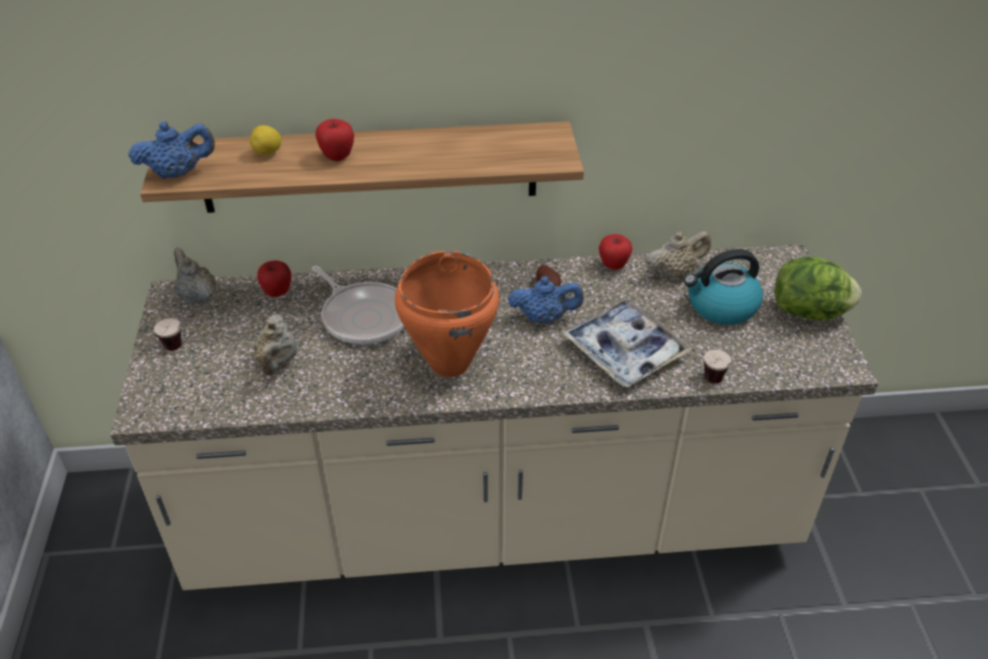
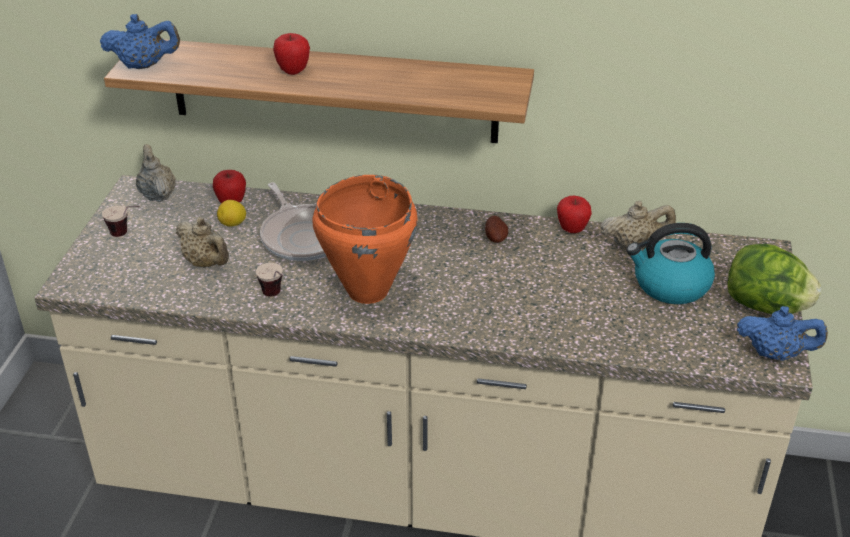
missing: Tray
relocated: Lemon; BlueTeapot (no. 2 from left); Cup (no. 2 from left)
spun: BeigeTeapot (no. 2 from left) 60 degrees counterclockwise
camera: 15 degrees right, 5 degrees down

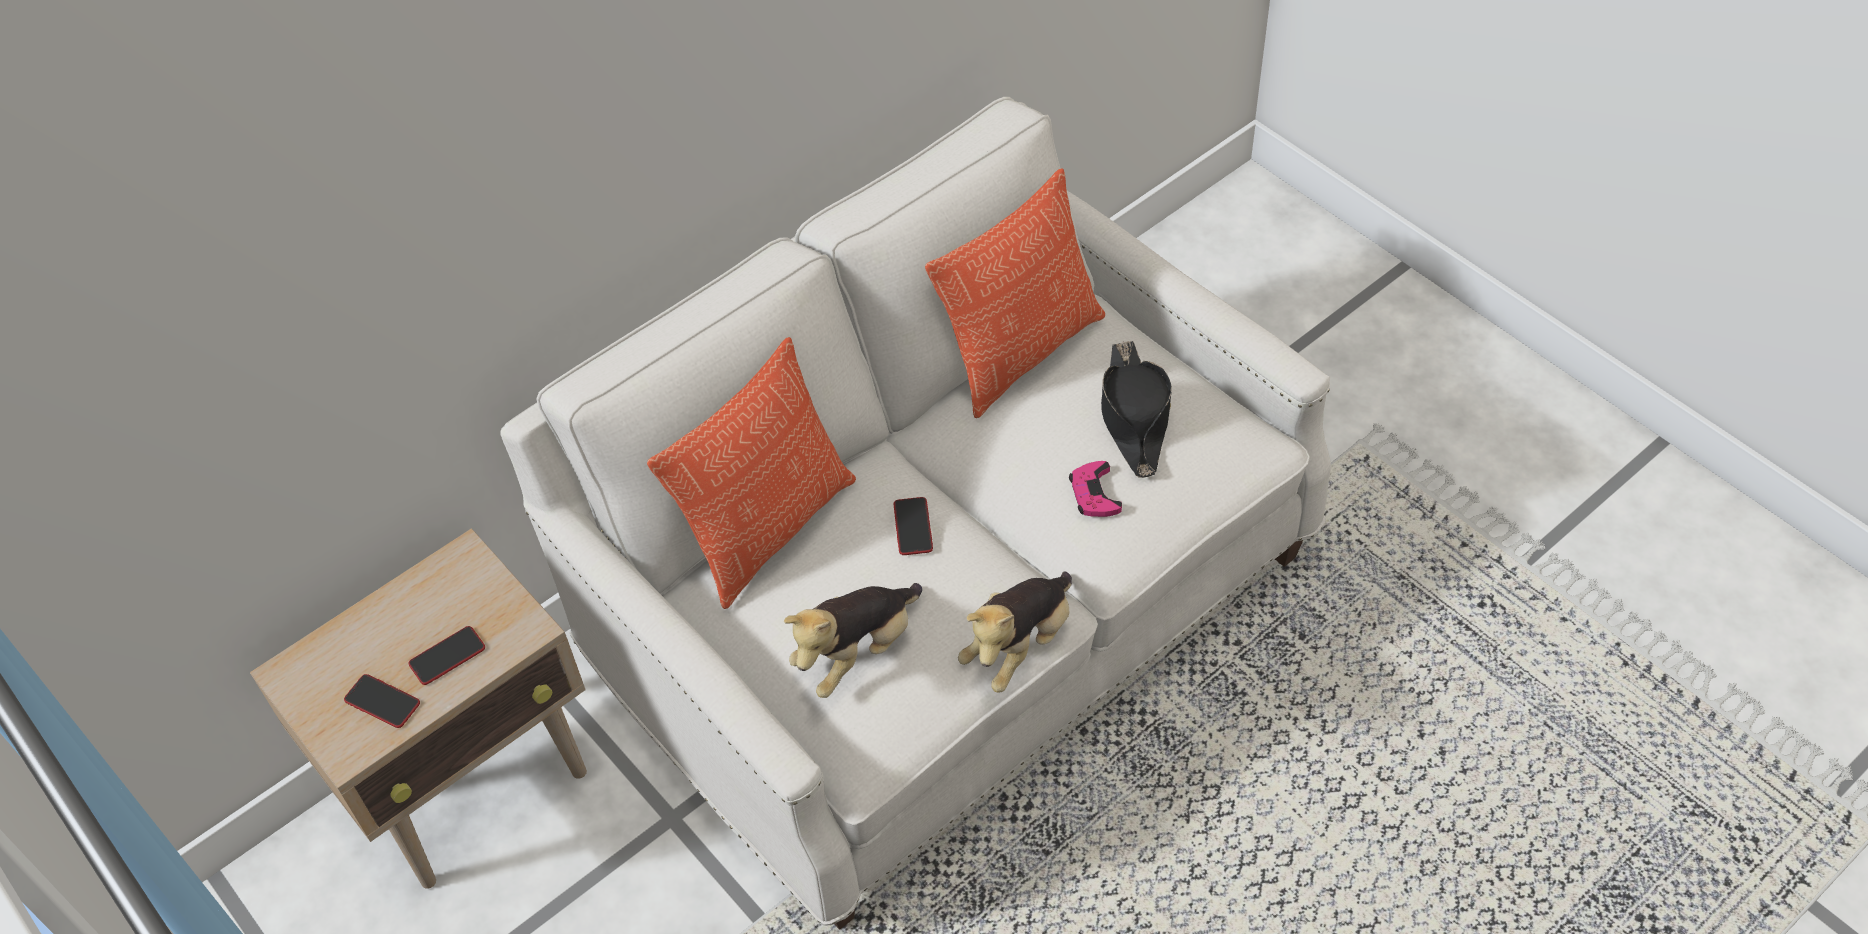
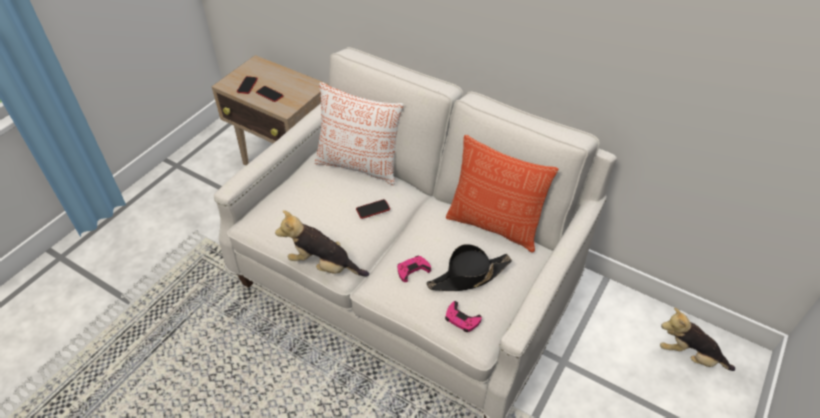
appeared: PinkGameController (no. 2 from left)
relocated: PlushToy (no. 1 from left in the first image) to PlushToy (no. 2 from left)
colour: OrangePillow (no. 1 from left) to WhitePillow
camera: 70 degrees right, 5 degrees down

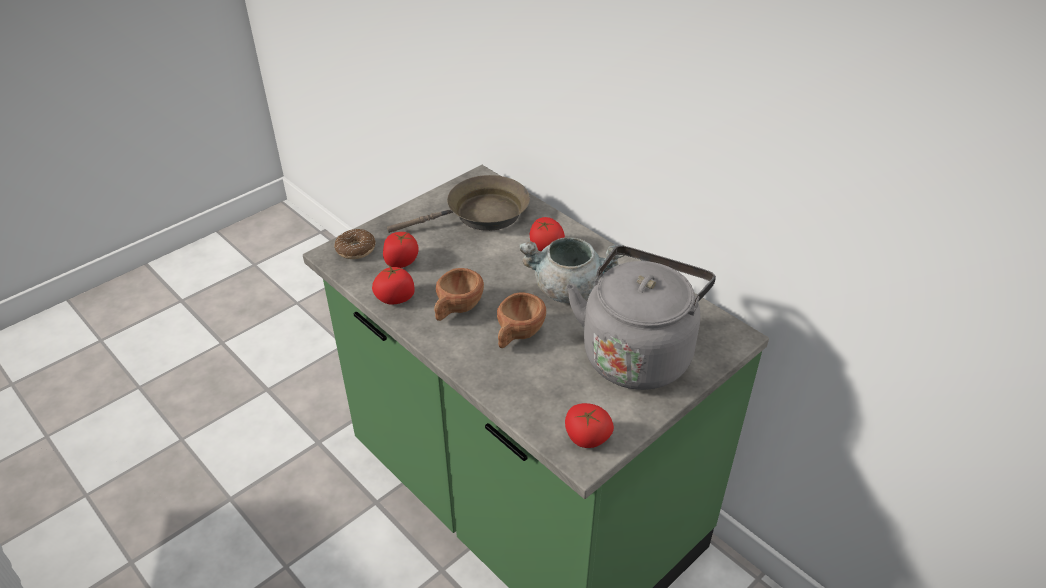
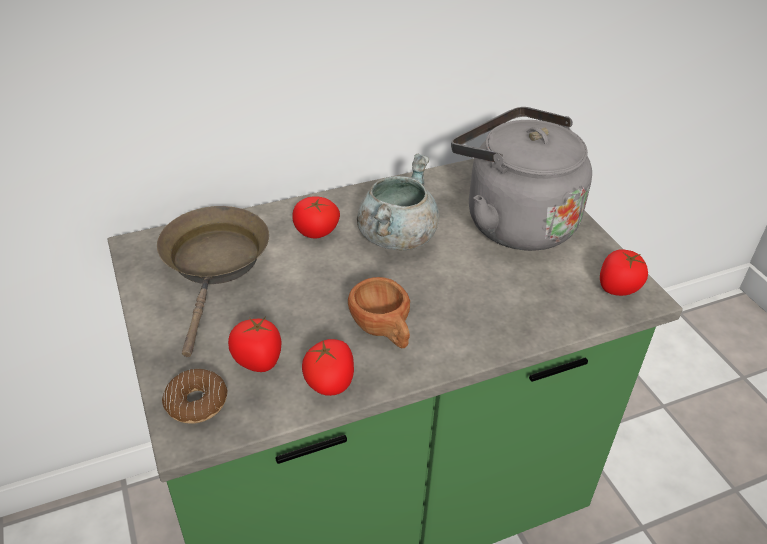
missing: BrownCup (no. 2 from left)
camera: 70 degrees left, 0 degrees up

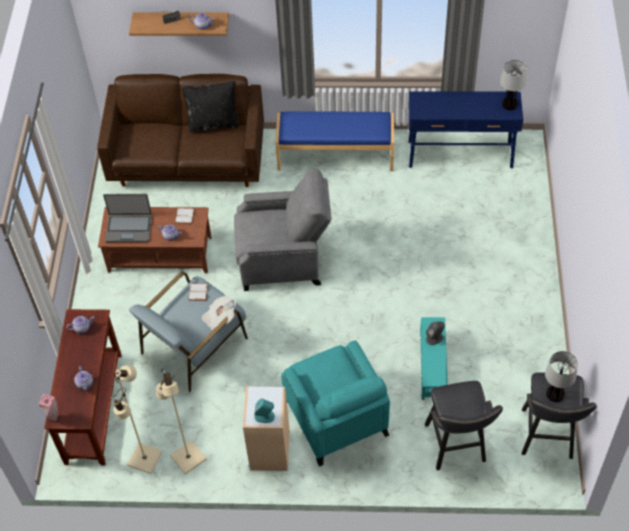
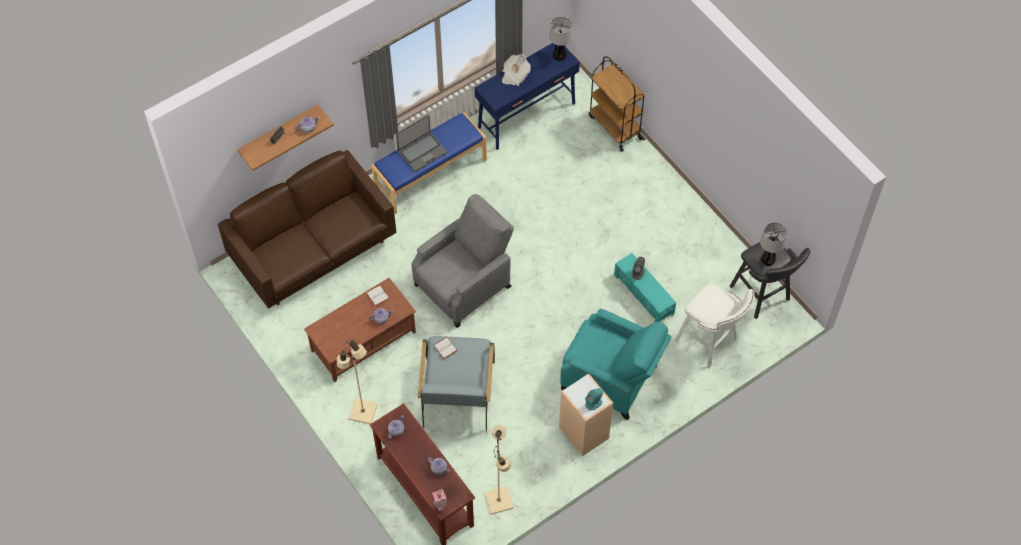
missing: BlackPillow
appeared: BrownCart
relocated: Laptop; BeigeFloorLamp (no. 2 from left in the first image) to BeigeFloorLamp (no. 1 from left); Newspaper
colour: BlackStool (no. 1 from left) to WhiteStool
camera: 40 degrees left, 5 degrees up

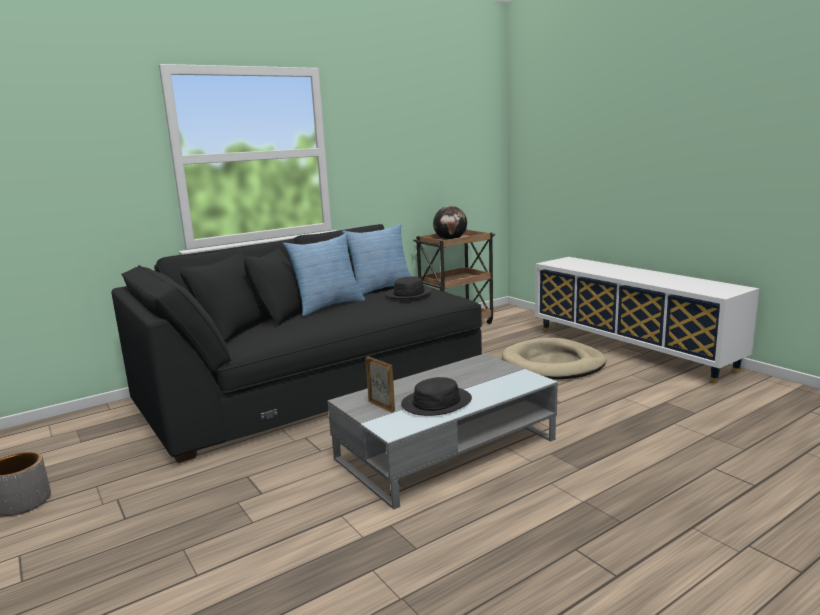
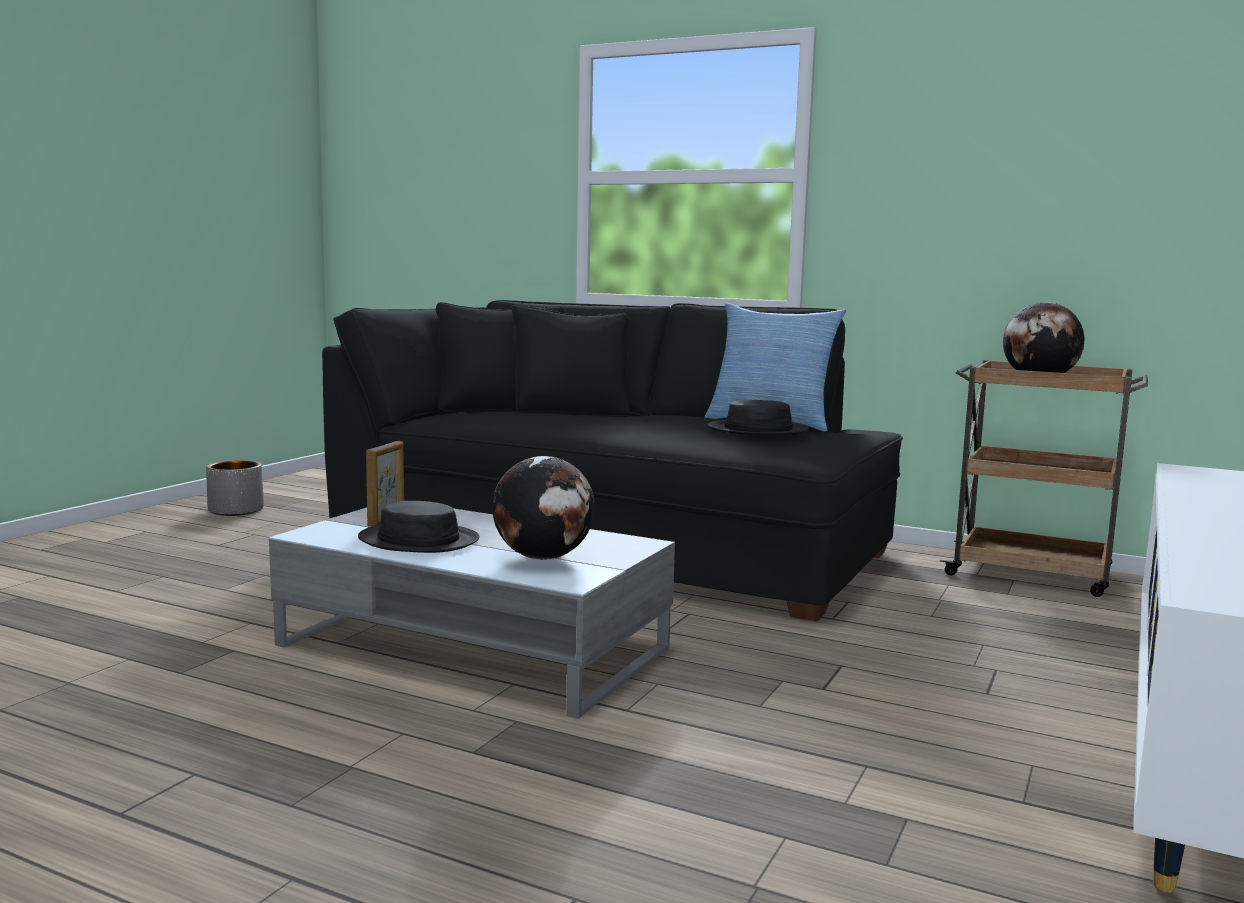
missing: Pillow (no. 1 from left); BeigeDogBed
appeared: Globe (no. 1 from left)
camera: 60 degrees right, 5 degrees down

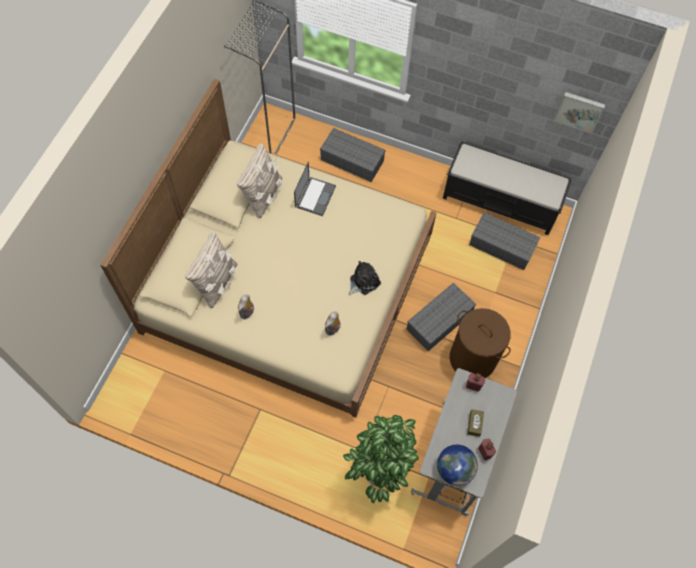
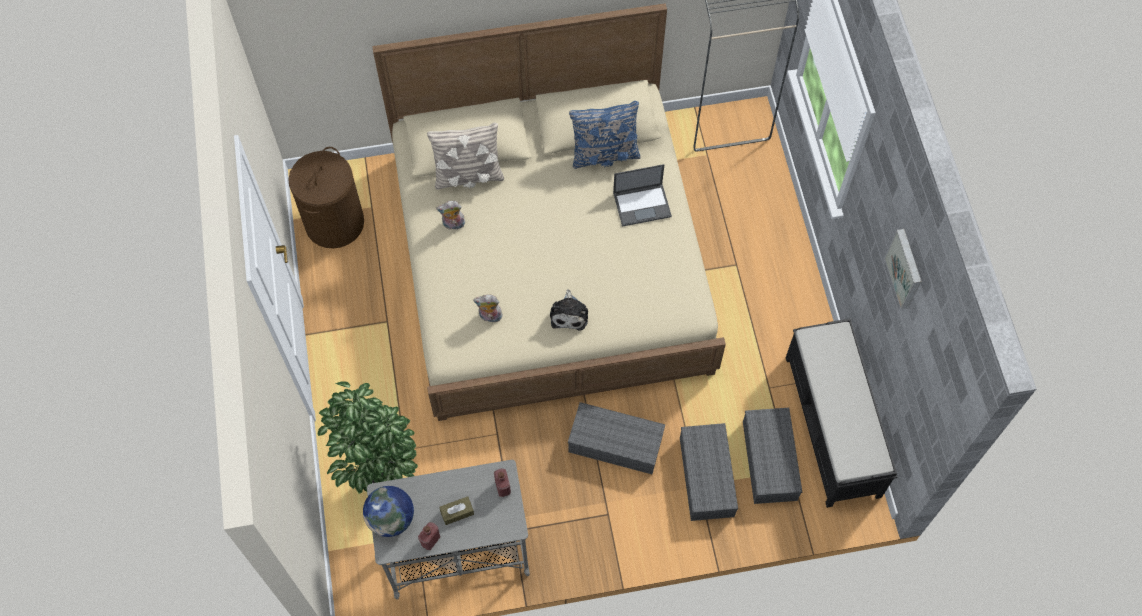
relocated: GreyStorageBox (no. 1 from left in the first image) to GreyStorageBox (no. 2 from left); BrownLaundryBasket; Picture
colour: BeigePillow (no. 2 from left) to BluePillow
spun: PlushToy (no. 3 from left) 75 degrees clockwise
camera: 60 degrees right, 0 degrees up

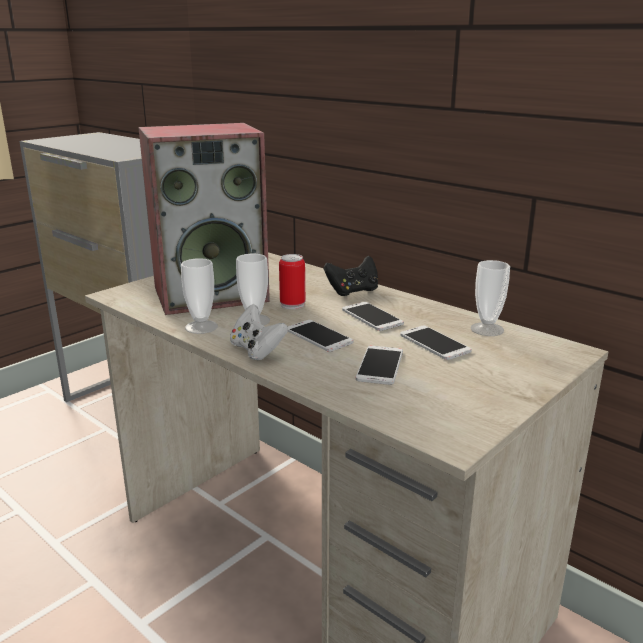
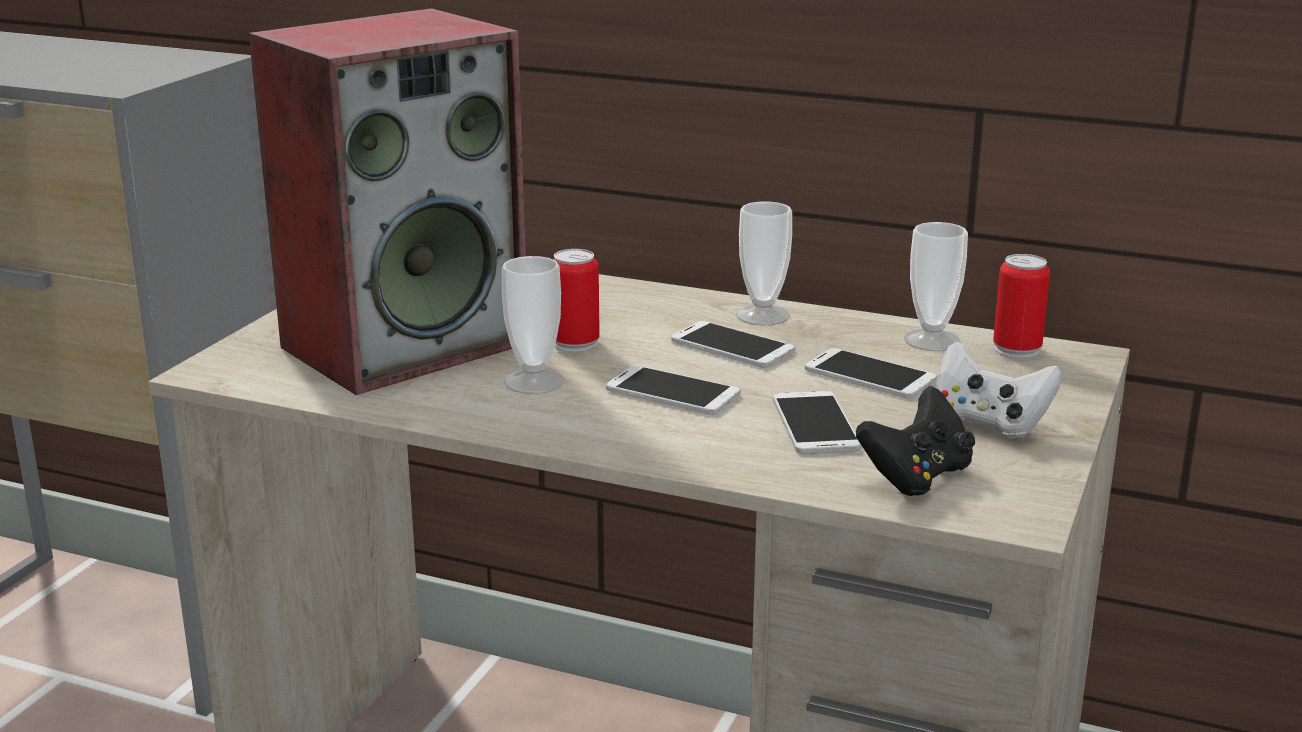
appeared: Can (no. 2 from left)
relocated: Cup (no. 1 from left in the first image) to Cup (no. 2 from left); WhiteGameController; BlackGameController
camera: 20 degrees left, 0 degrees up

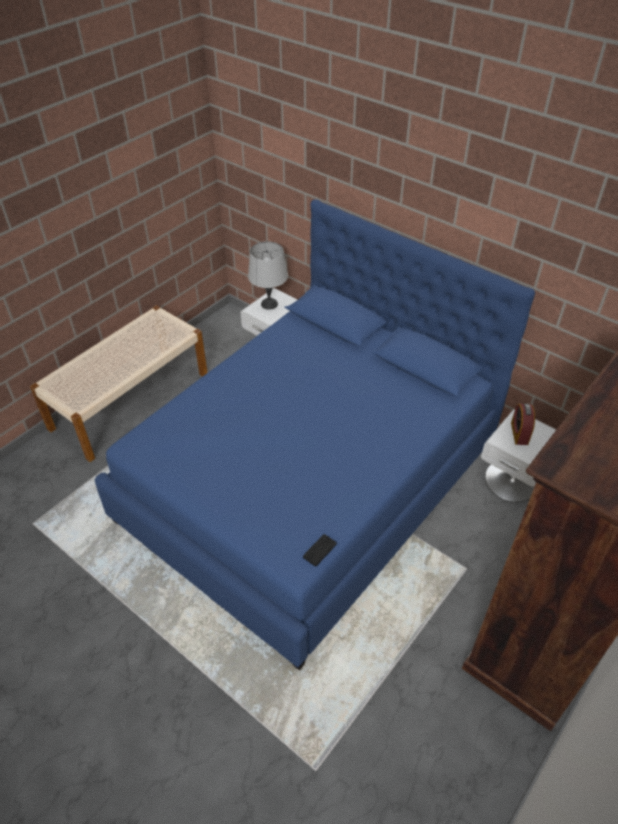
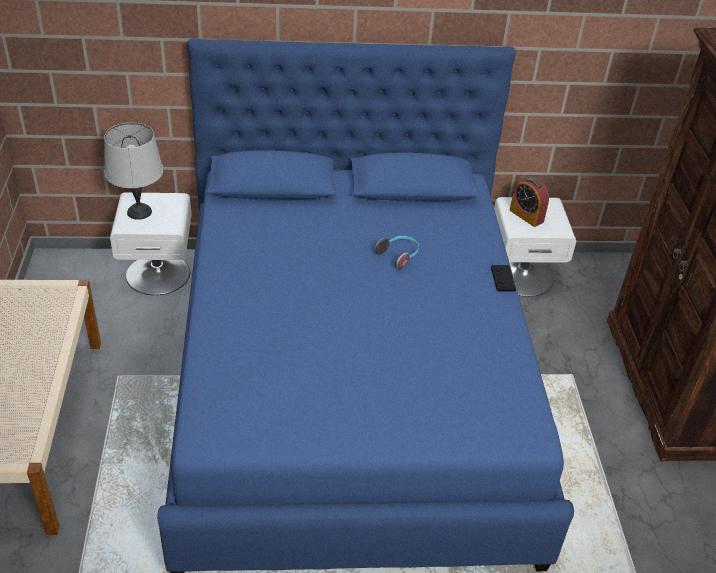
appeared: Headphones
relocated: BlackGameController
camera: 45 degrees left, 5 degrees down

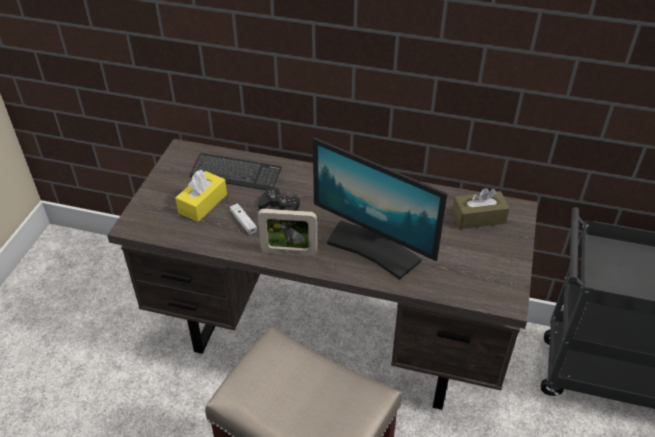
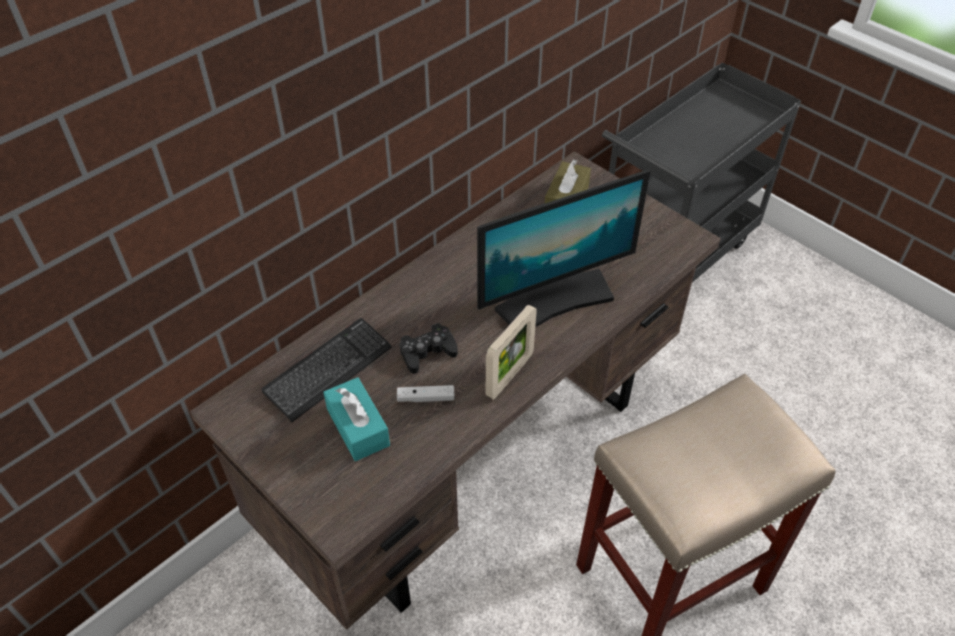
colour: YellowTissueBox to TurquoiseTissueBox
camera: 60 degrees left, 5 degrees up

